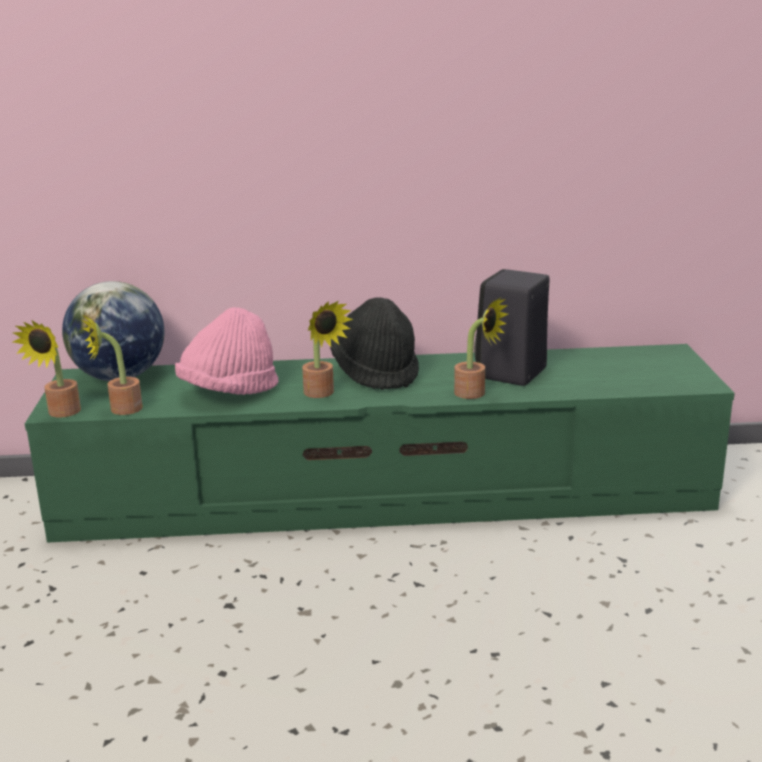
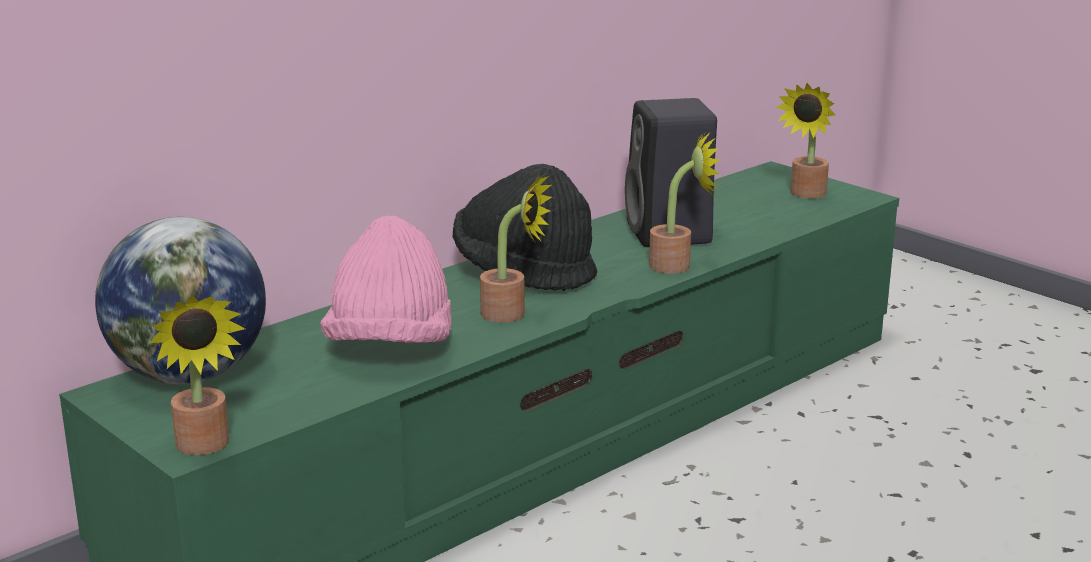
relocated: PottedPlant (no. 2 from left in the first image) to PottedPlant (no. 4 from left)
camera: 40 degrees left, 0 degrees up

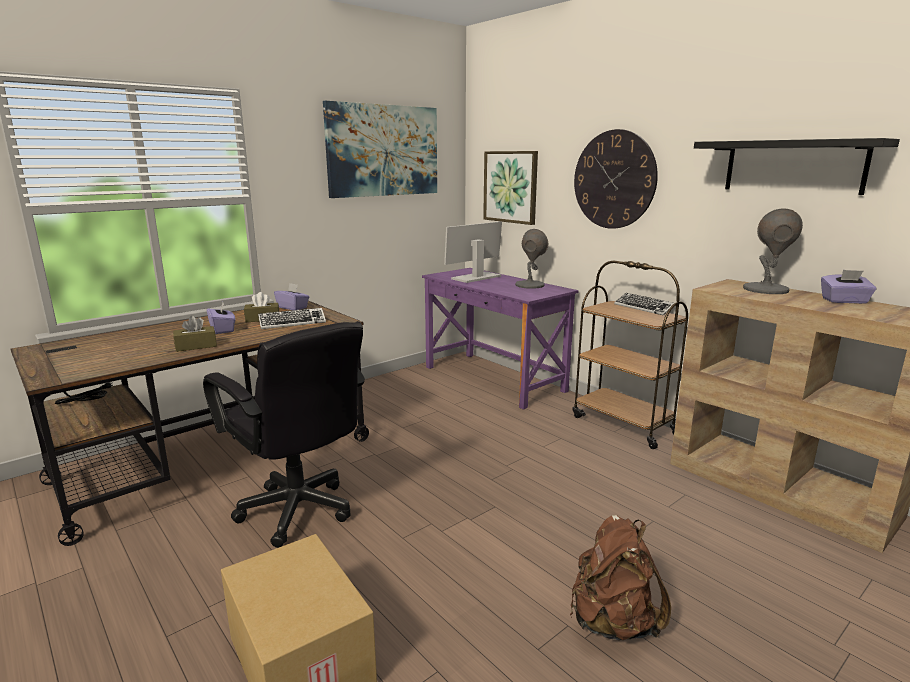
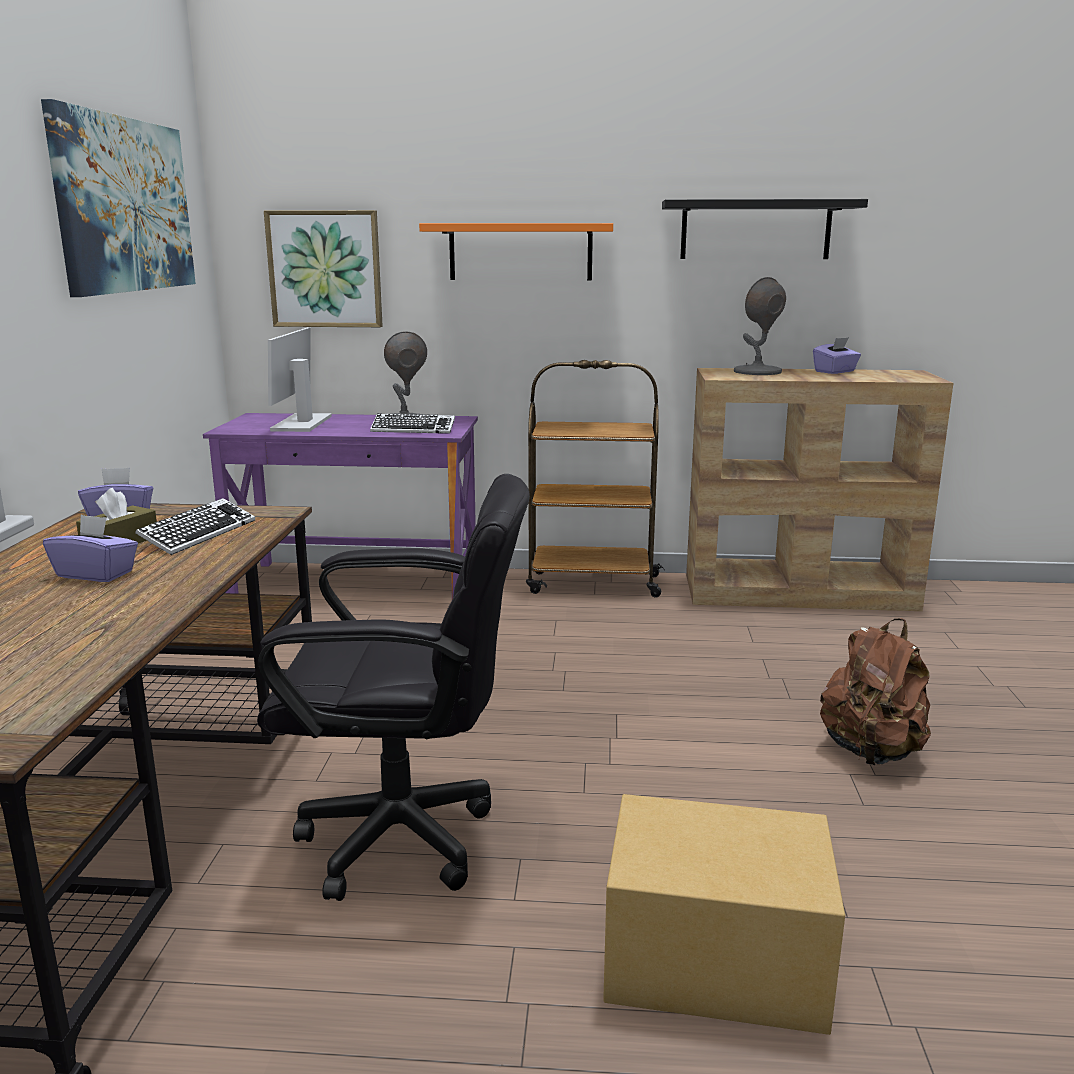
missing: BrownTissueBox (no. 1 from left)
relocated: Keyboard (no. 2 from left)
exchanged: WallClock to OrangeShelf
camera: 45 degrees left, 0 degrees up

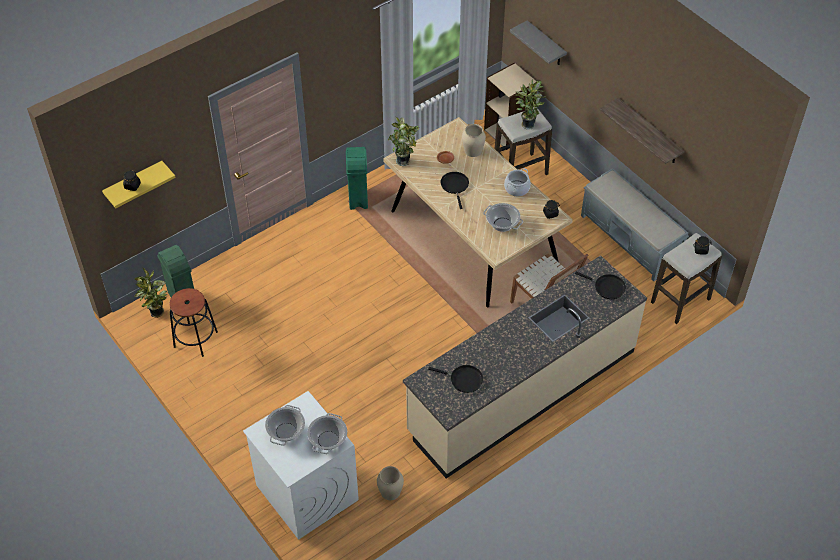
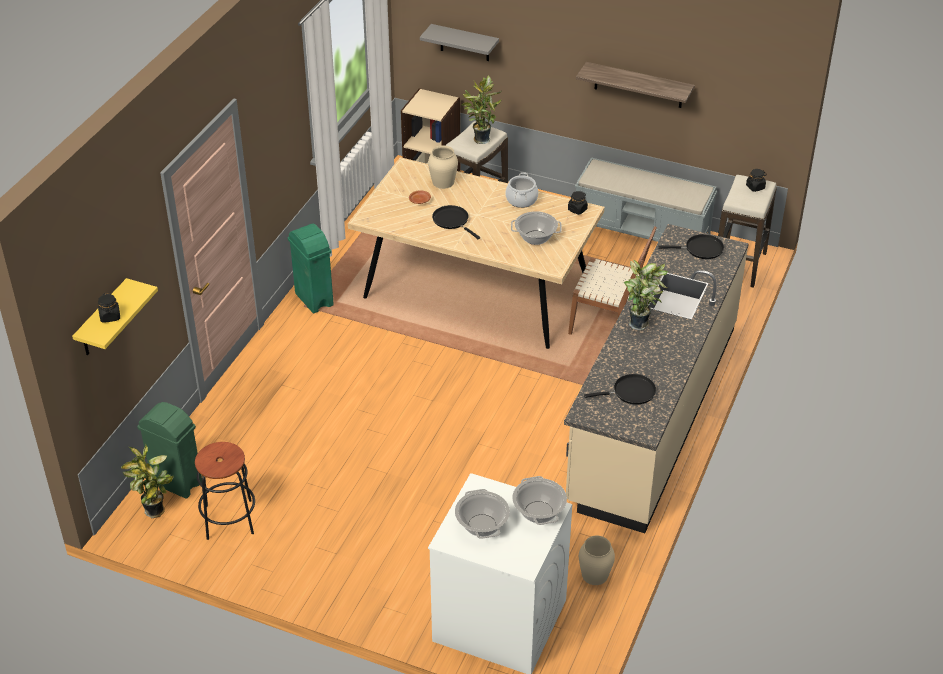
relocated: PottedPlant (no. 2 from left in the first image) to PottedPlant (no. 3 from left)
camera: 30 degrees left, 10 degrees down

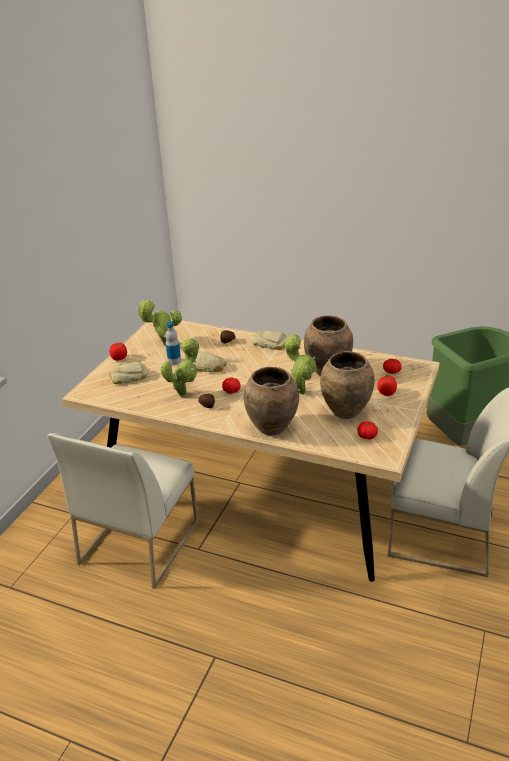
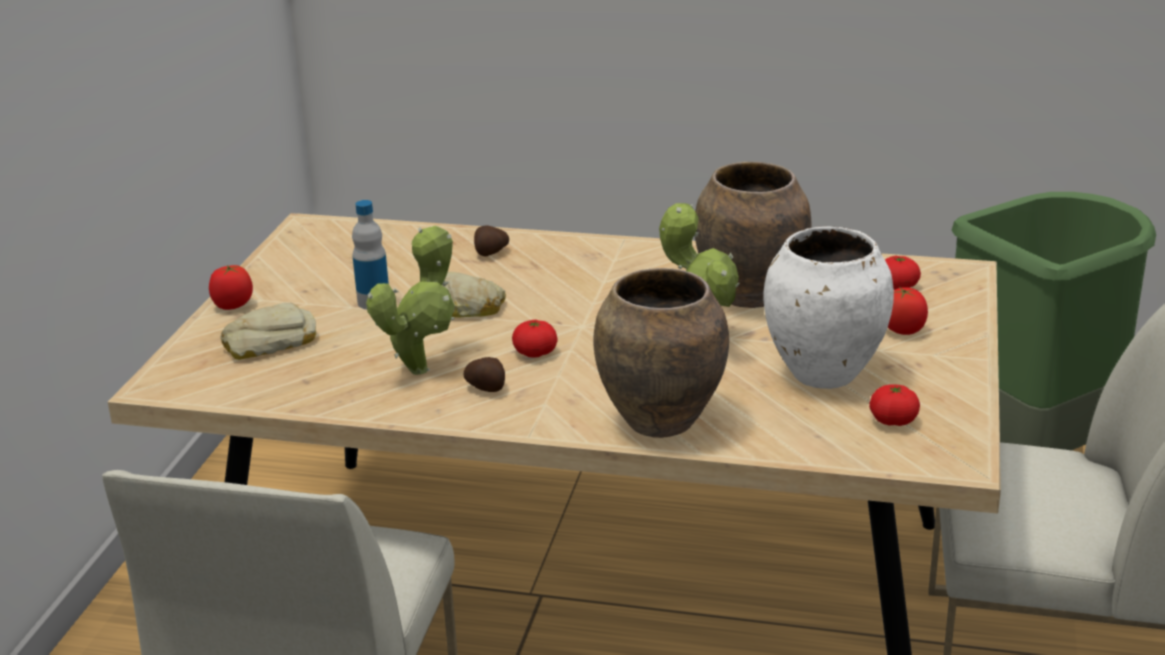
missing: PottedPlant (no. 1 from left); Bread (no. 3 from left)
colour: BrownVase (no. 3 from left) to WhiteVase
camera: 10 degrees left, 5 degrees down

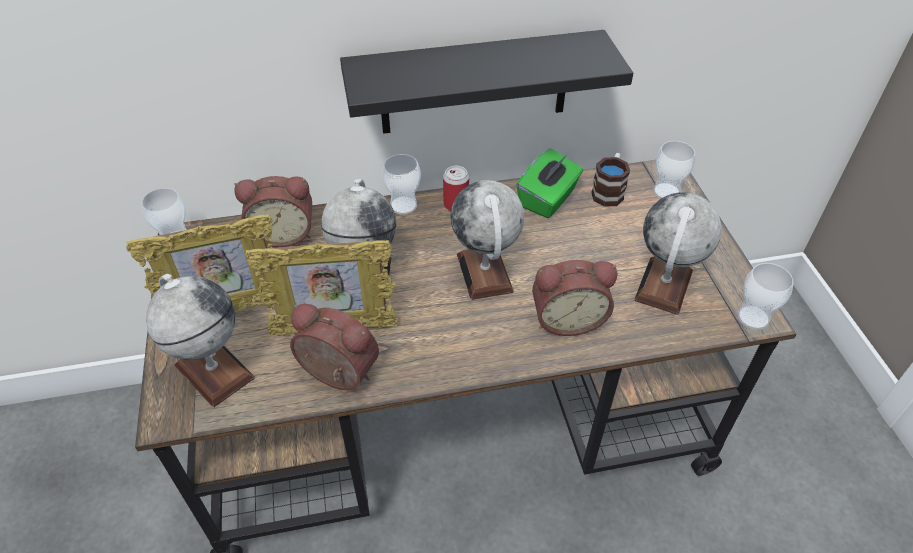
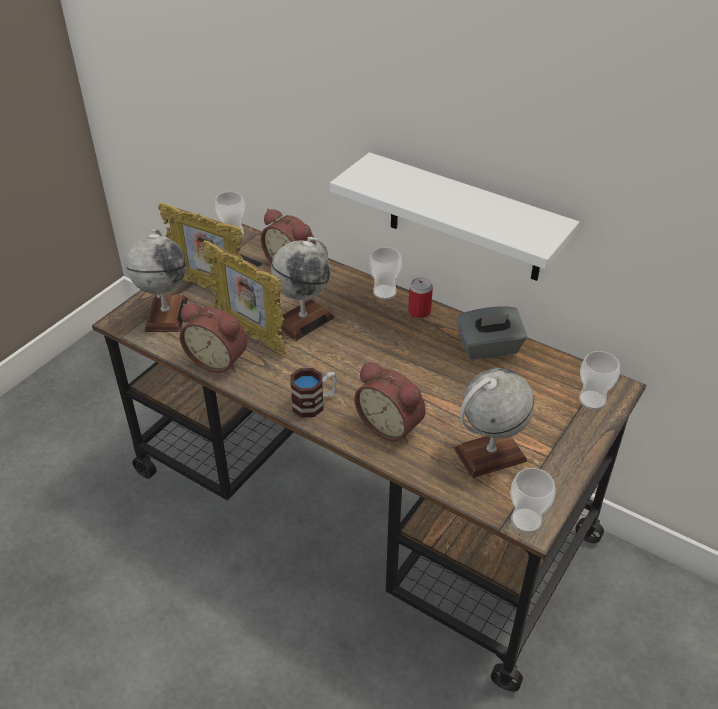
missing: Globe (no. 3 from left)
relocated: Mug
colour: BlackShelf to WhiteShelf; GreenTissueBox to GreyTissueBox
spun: AlarmClock (no. 2 from left in the first image) 135 degrees clockwise
camera: 45 degrees right, 5 degrees down

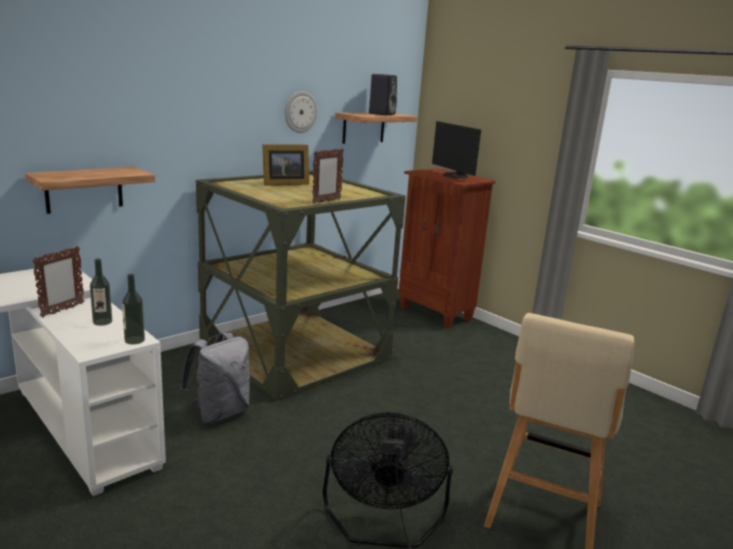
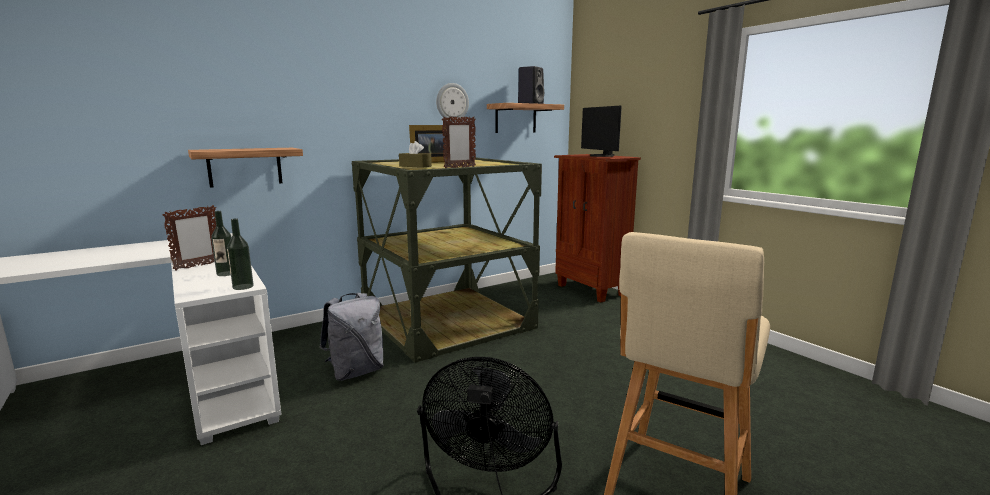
appeared: BrownTissueBox
camera: 10 degrees right, 5 degrees down

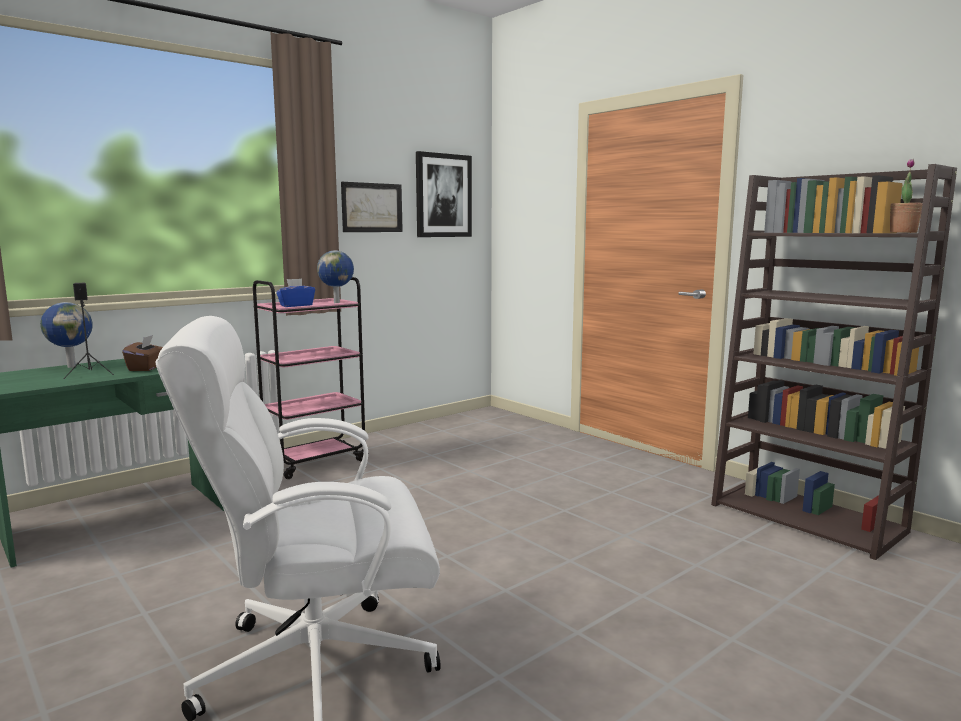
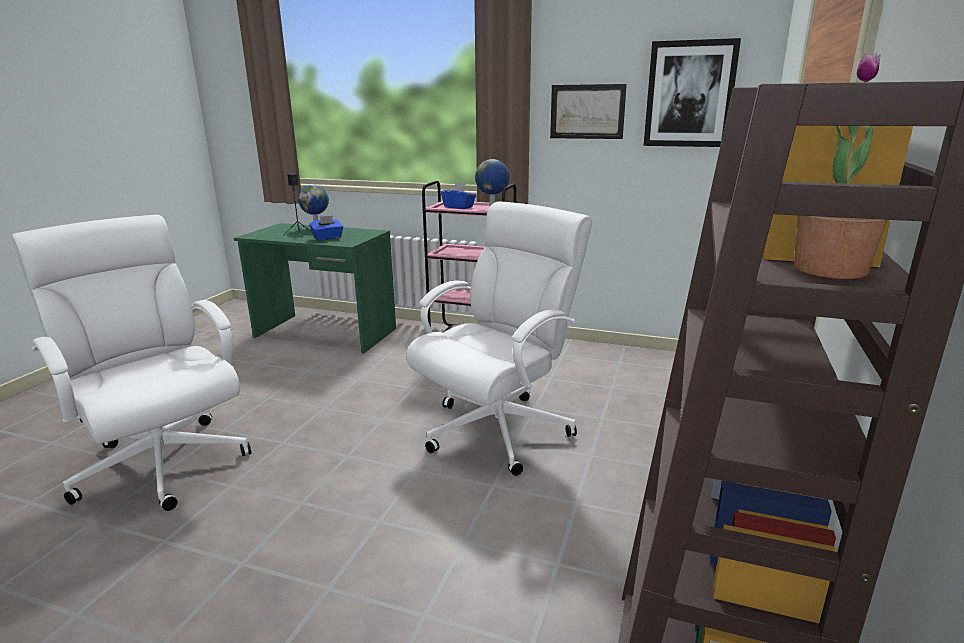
appeared: WhiteOfficeChair (no. 2 from left)
colour: BrownTissueBox to BlueTissueBox (no. 1 from left)
camera: 60 degrees right, 10 degrees up

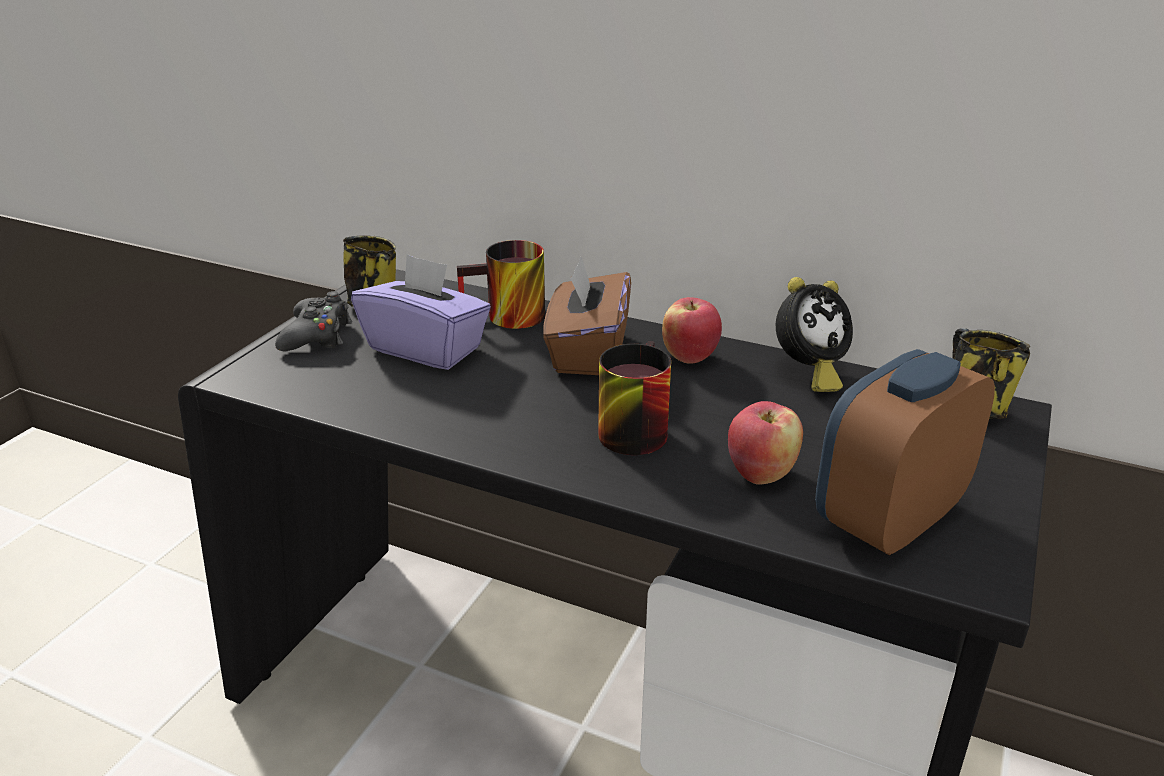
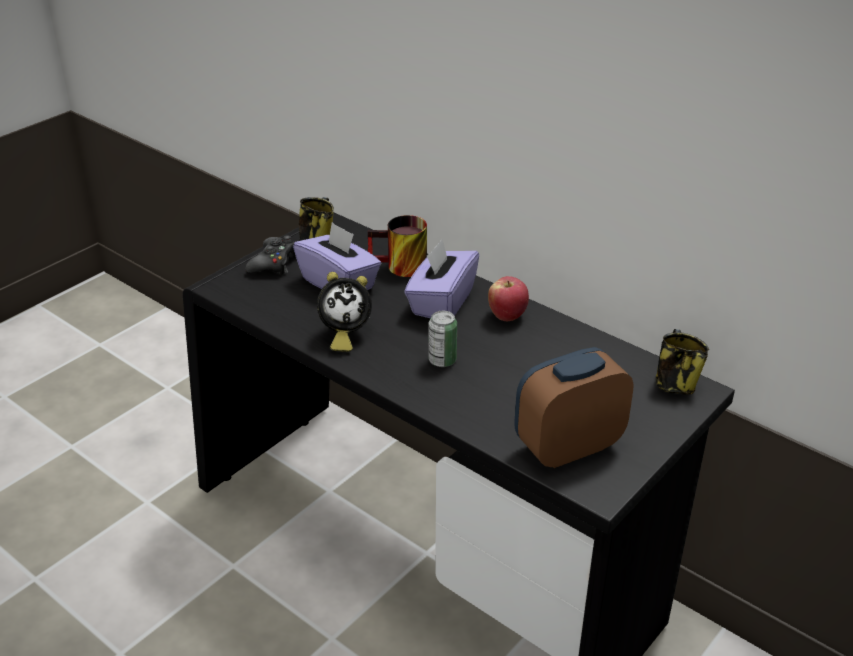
missing: Apple (no. 2 from left)
relocated: AlarmClock (no. 1 from left)
exchanged: Mug (no. 3 from left) to Can
colour: BrownTissueBox to PurpleTissueBox (no. 2 from left)
camera: 15 degrees right, 5 degrees up

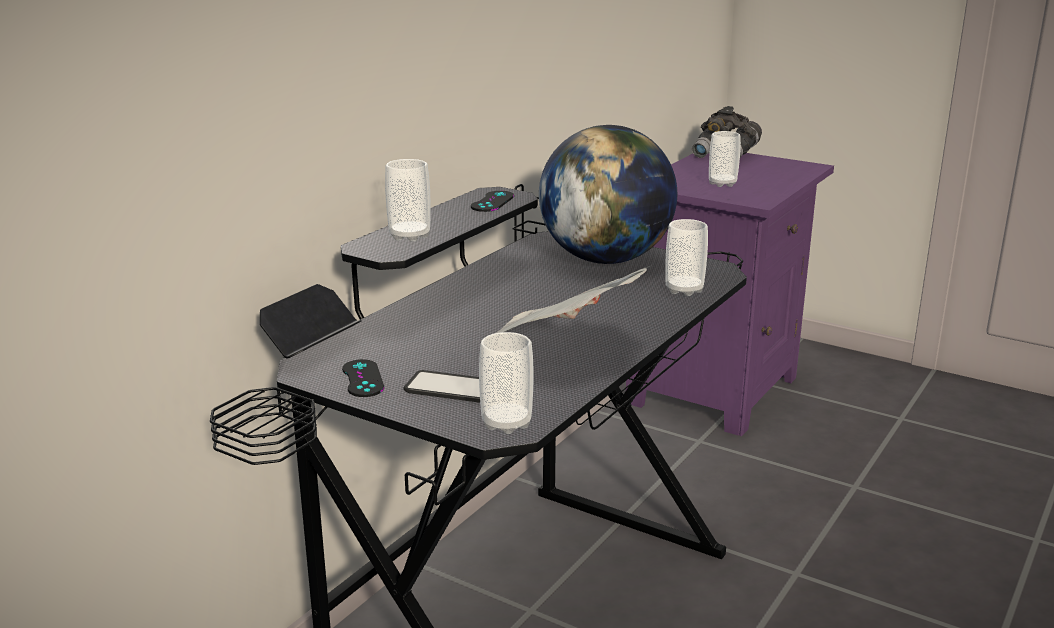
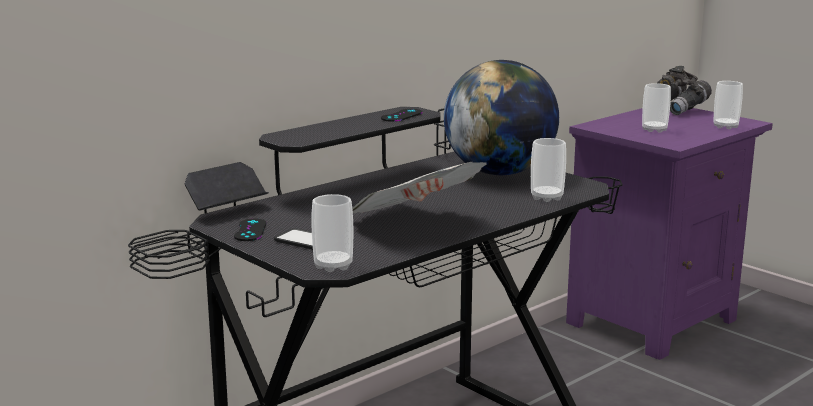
relocated: Cup (no. 1 from left in the first image) to Cup (no. 4 from left)
camera: 15 degrees right, 5 degrees down

